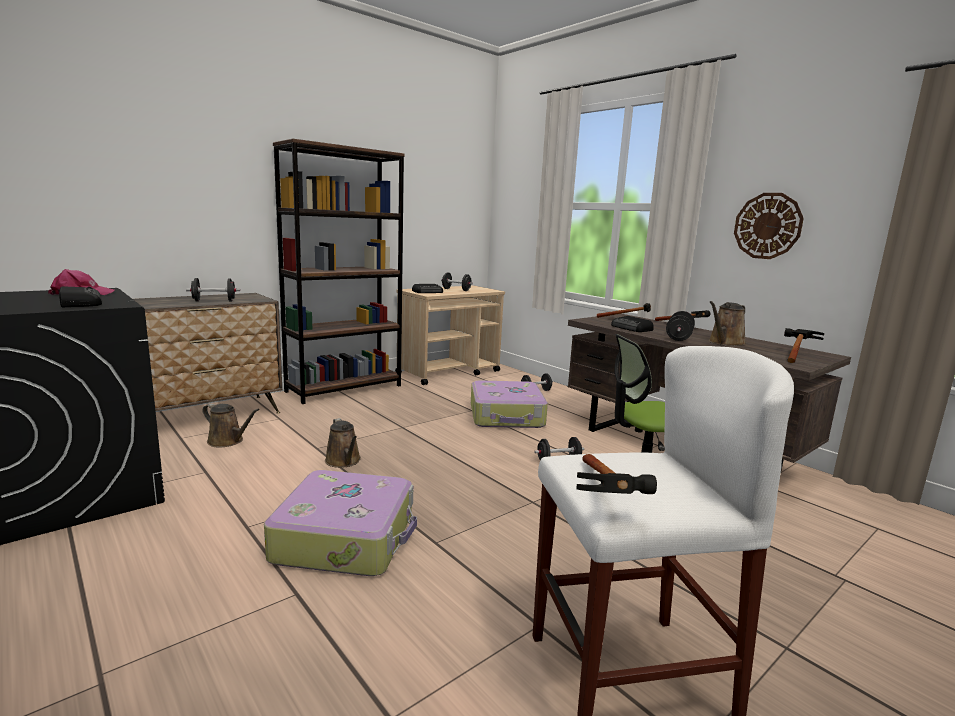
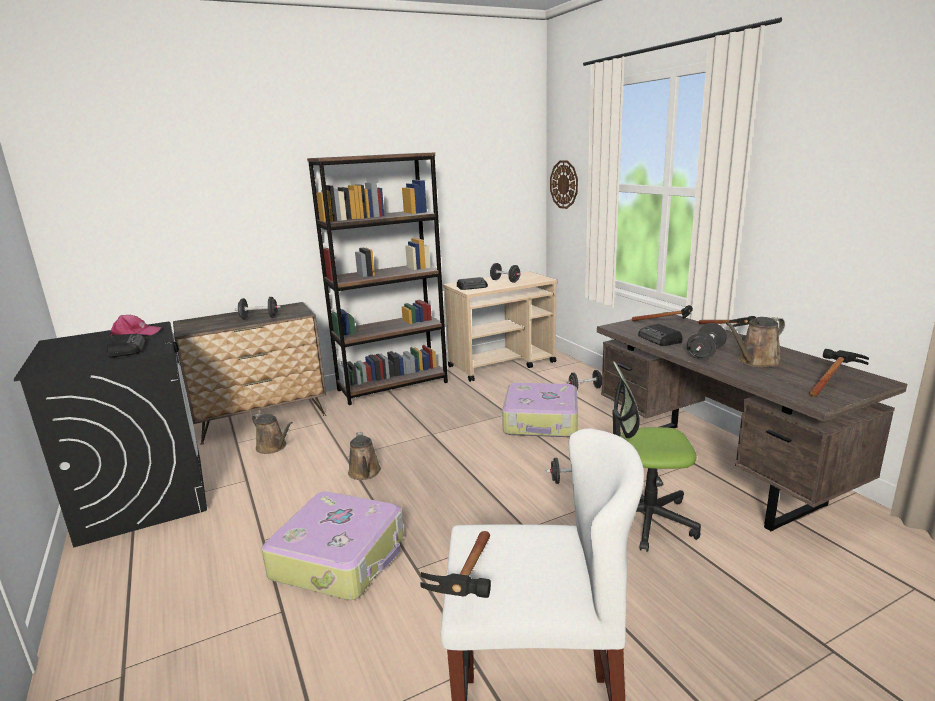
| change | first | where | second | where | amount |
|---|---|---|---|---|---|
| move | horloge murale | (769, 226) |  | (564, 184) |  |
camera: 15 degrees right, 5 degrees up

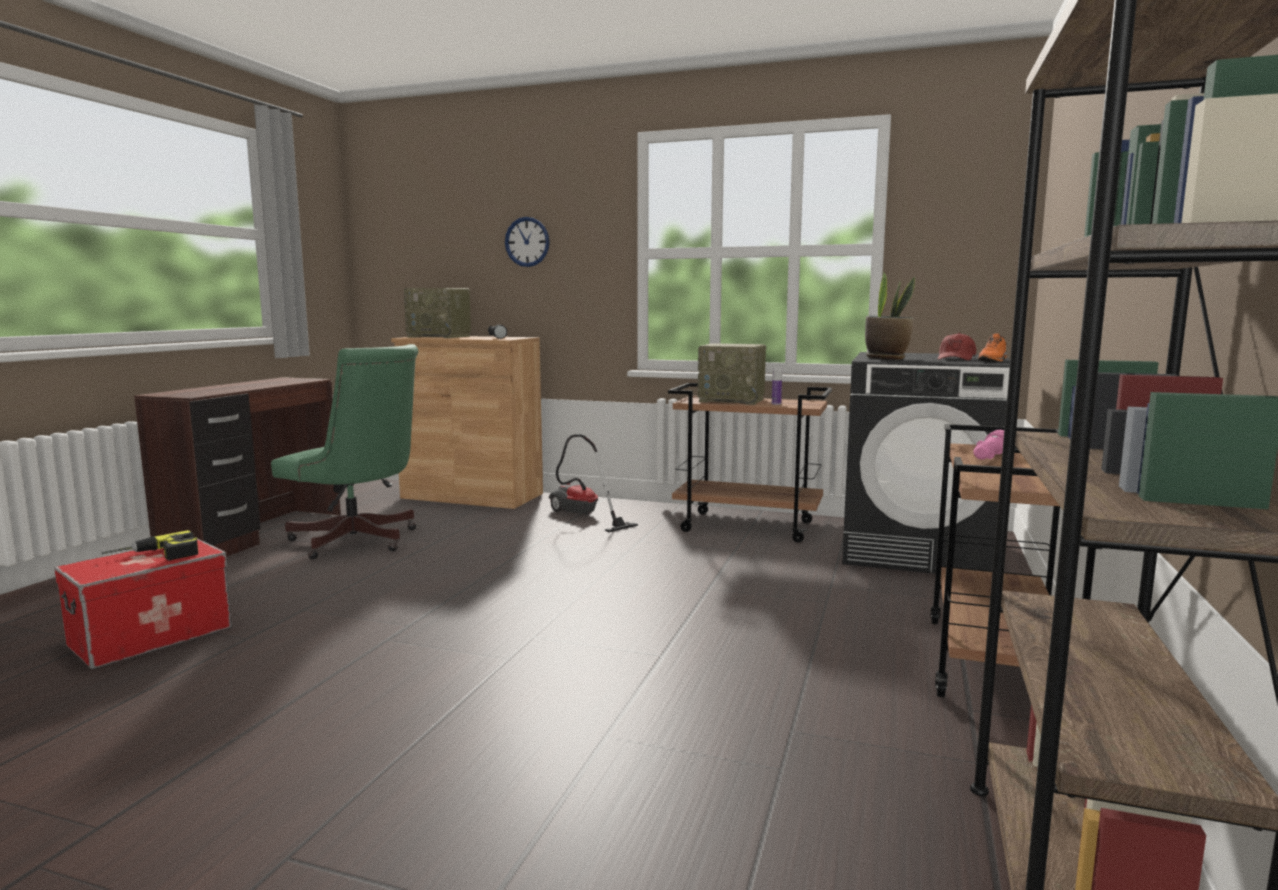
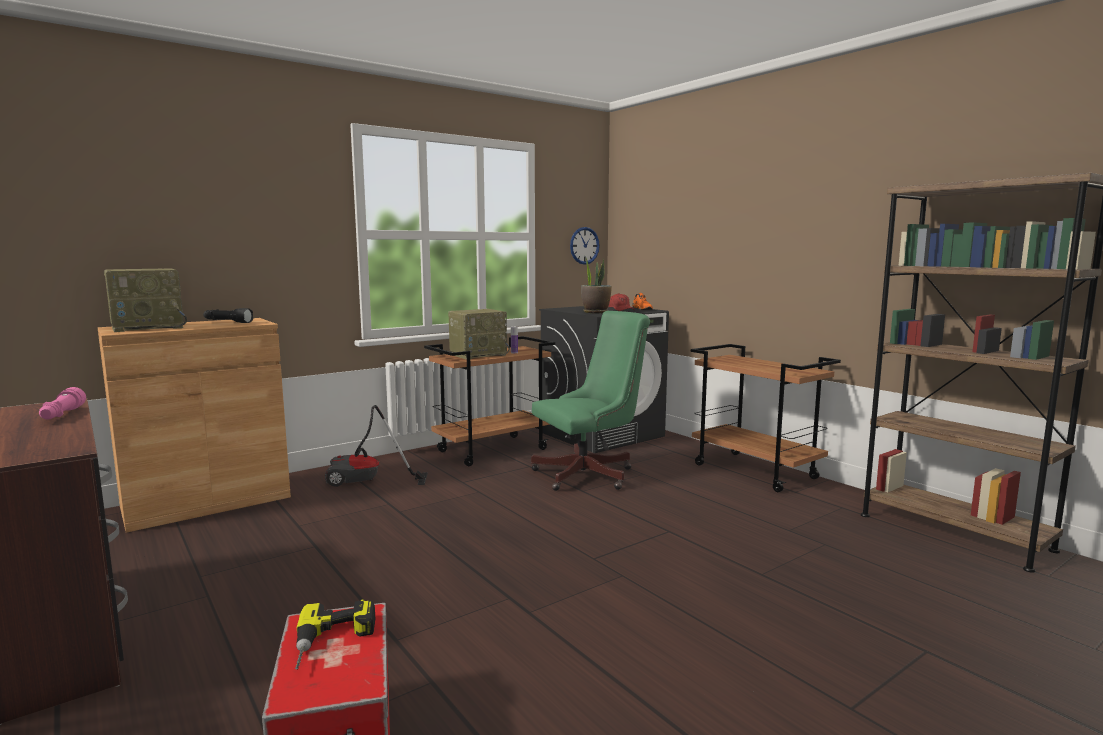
| change | first | where | second | where | amount |
|---|---|---|---|---|---|
| move | chaise de bureau/vert | (344, 451) |  | (590, 401) |  |
| move | horloge murale | (527, 242) |  | (585, 246) |  |
| move | lampe de poche/rose | (988, 445) |  | (62, 403) |  |
camera: 55 degrees left, 0 degrees up

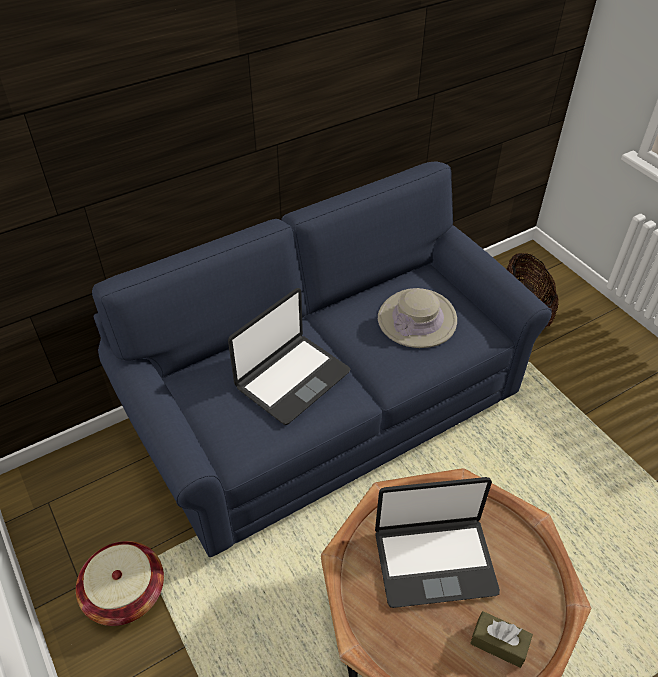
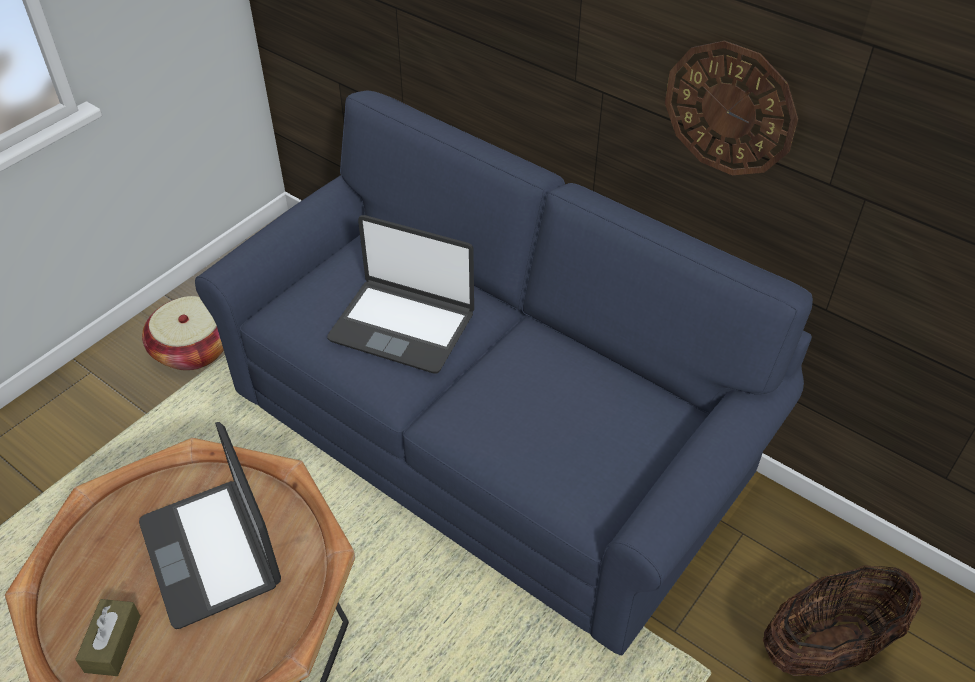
| change | first | where | second | where | amount |
|---|---|---|---|---|---|
| delete | chapeau/beige | (417, 318) |  |  |  |
| insert |  |  | horloge murale | (731, 108) |  |
camera: 70 degrees right, 0 degrees up

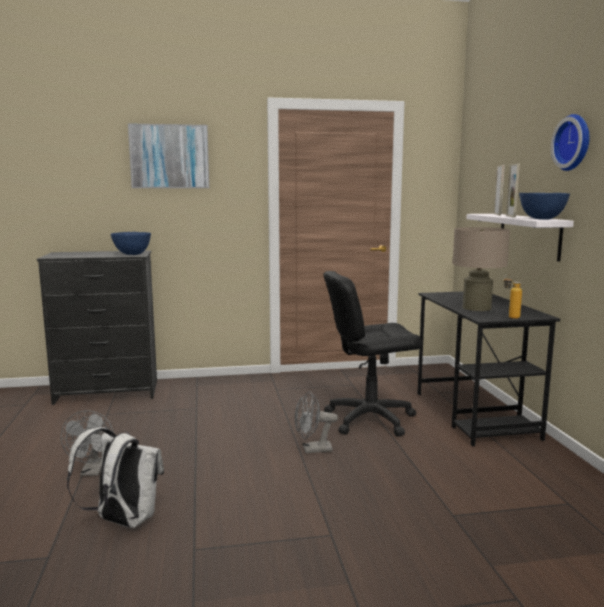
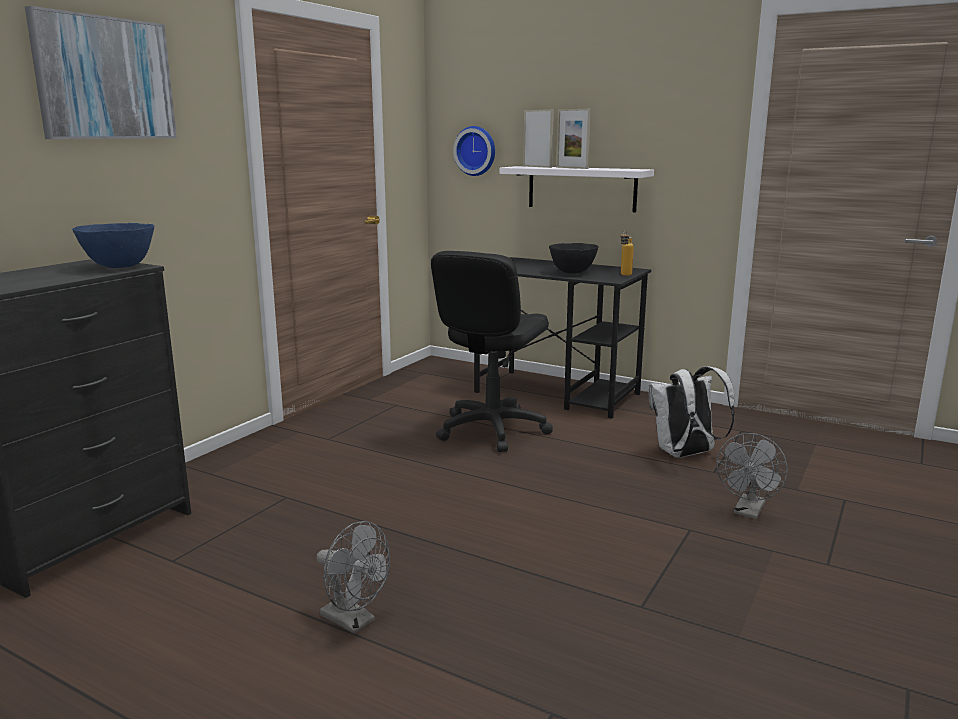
| change | first | where | second | where | amount |
|---|---|---|---|---|---|
| delete | bol/bleu | (544, 206) |  |  |  |
| move | sac à dos/blanc | (115, 477) |  | (691, 412) |  |
| move | ventilateur/gris | (316, 422) |  | (752, 476) |  |
| move | horloge murale | (570, 142) |  | (474, 151) |  |
| replace | lampe de table/beige | (481, 269) | bol/noir | (574, 258) |  |
camera: 50 degrees left, 5 degrees up

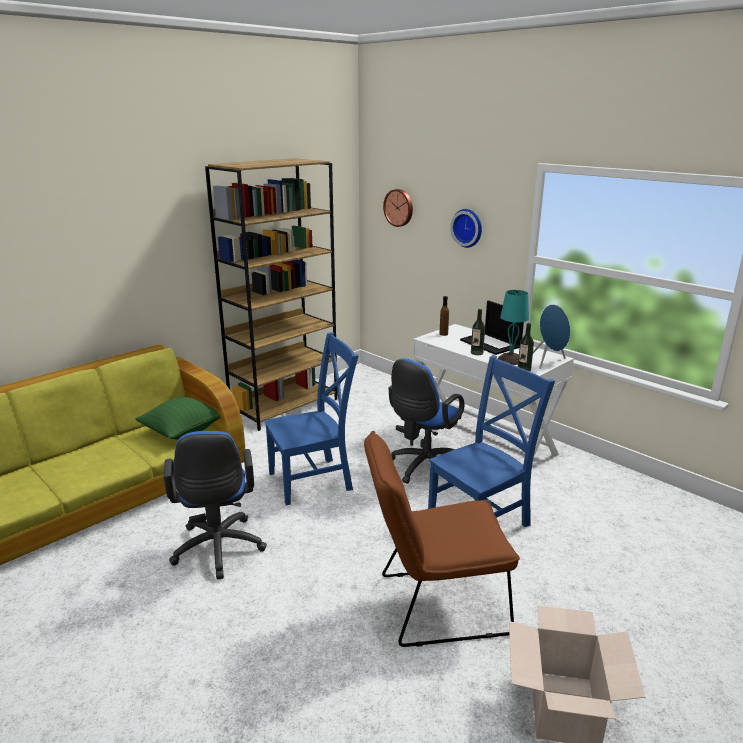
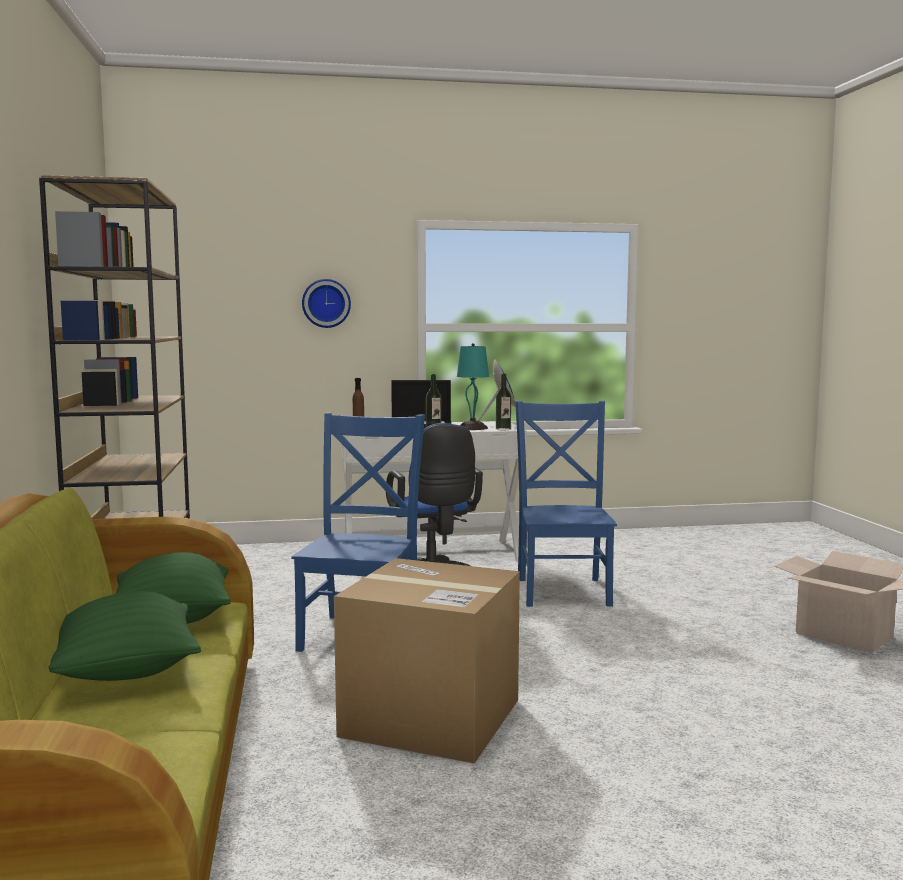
| change | first | where | second | where | amount |
|---|---|---|---|---|---|
| delete | chaise/marron | (442, 539) |  |  |  |
| delete | horloge murale | (398, 208) |  |  |  |
| insert |  |  | coussin/vert | (124, 636) |  |
| replace | chaise de bureau/bleu | (215, 505) | carton | (427, 661) |  |
camera: 55 degrees left, 15 degrees down

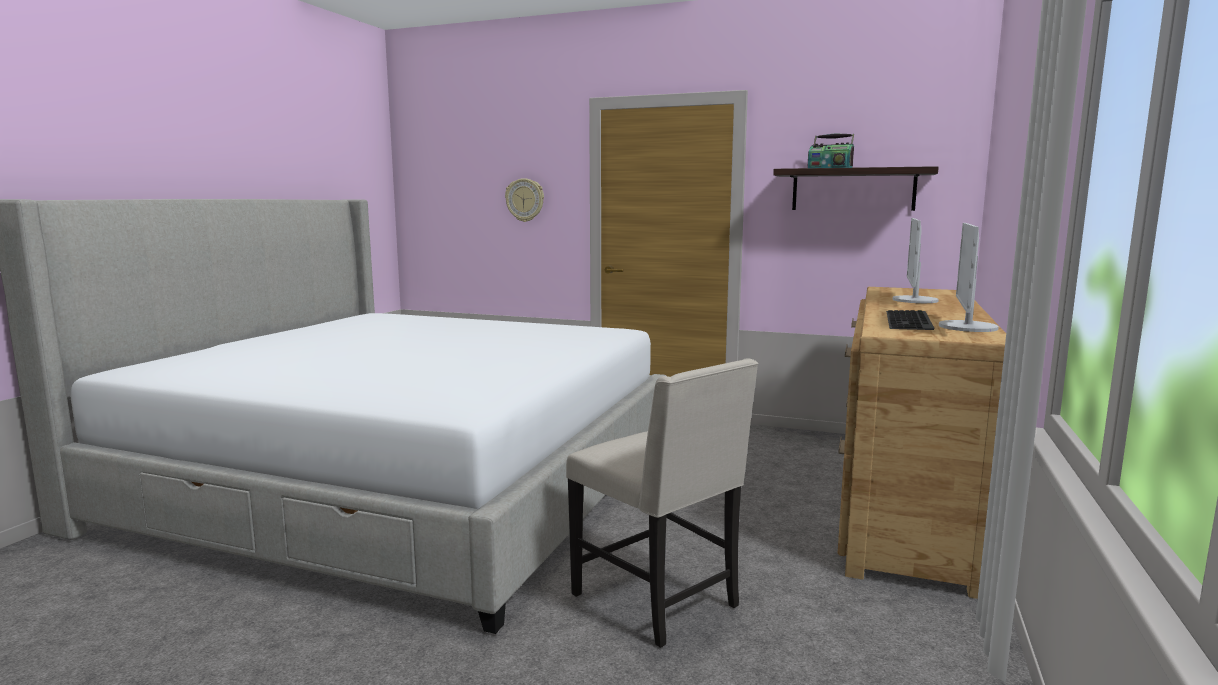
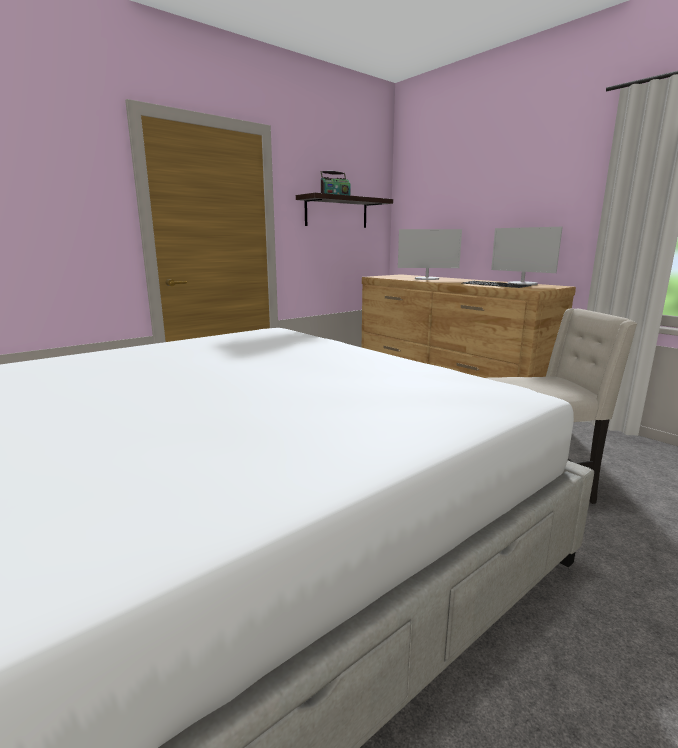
| change | first | where | second | where | amount |
|---|---|---|---|---|---|
| delete | horloge murale | (524, 200) |  |  |  |
| rotate | écran d'ordinateur | (915, 260) |  | (430, 254) | 45 degrees counterclockwise |
camera: 60 degrees left, 5 degrees up

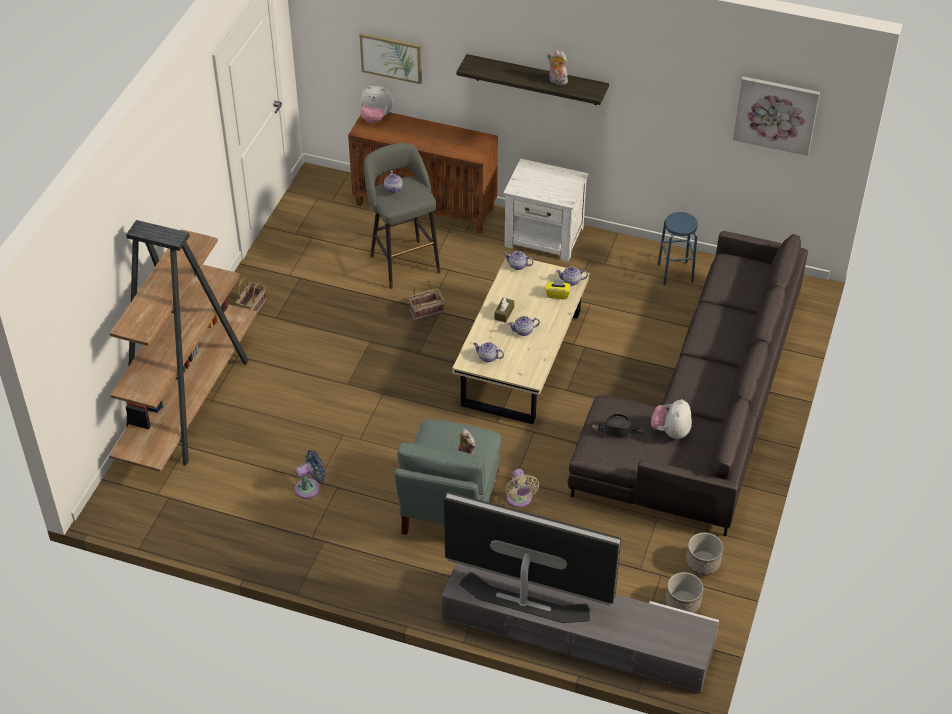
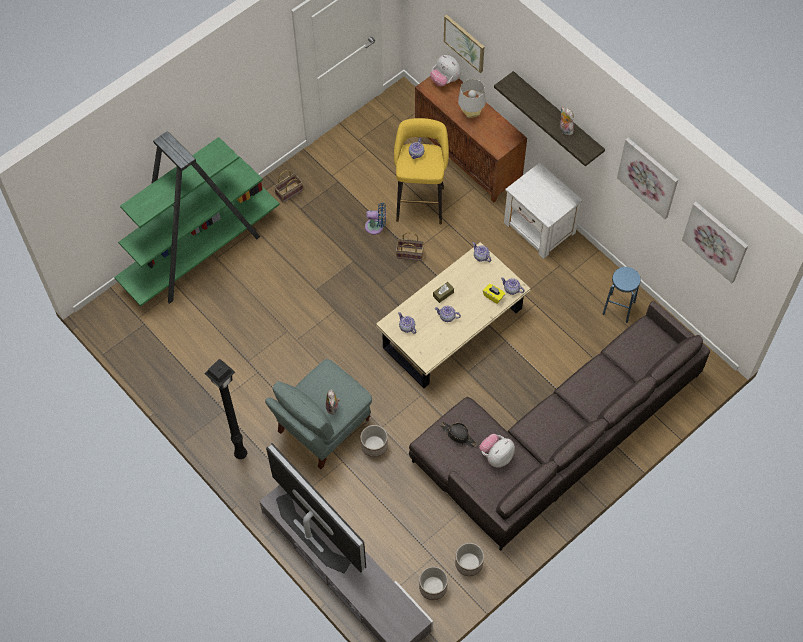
| change | first | where | second | where | amount |
|---|---|---|---|---|---|
| insert |  |  | lampadaire/noir | (225, 409) |  |
| insert |  |  | lampe de table/gris | (472, 98) |  |
| insert |  |  | tableau | (647, 178) |  |
| move | ventilateur/bleu | (310, 474) |  | (375, 219) |  |
| replace | ventilateur/beige | (522, 488) | cache-pot | (374, 441) |  |
| recolor | bibliothèque/marron | (183, 346) | bibliothèque/vert | (197, 218) |  |
| recolor | tabouret/gris | (402, 216) | tabouret/jaune | (421, 171) |  |
camera: 30 degrees right, 15 degrees up

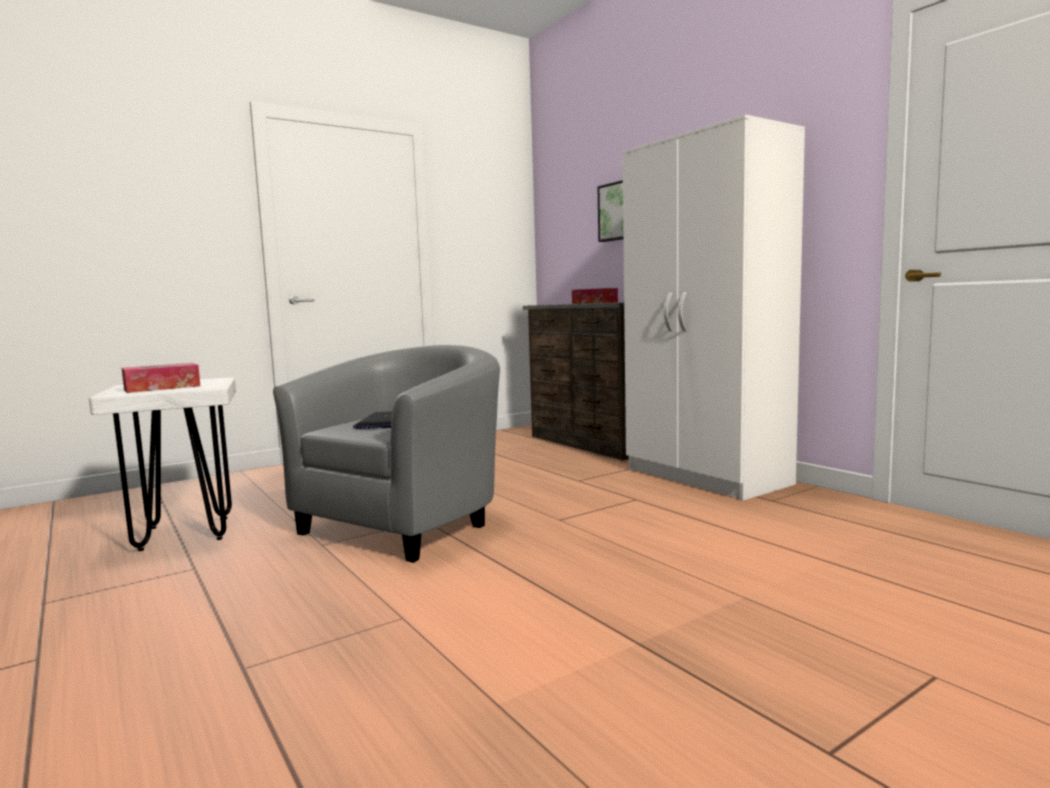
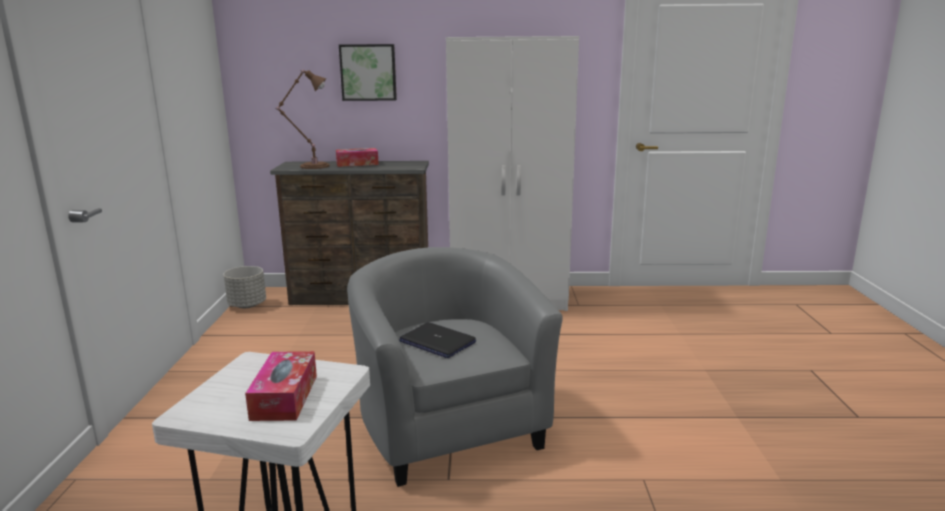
| change | first | where | second | where | amount |
|---|---|---|---|---|---|
| insert |  |  | cache-pot/gris | (244, 287) |  |
| insert |  |  | lampe de table/marron | (302, 119) |  |
camera: 55 degrees left, 10 degrees up

